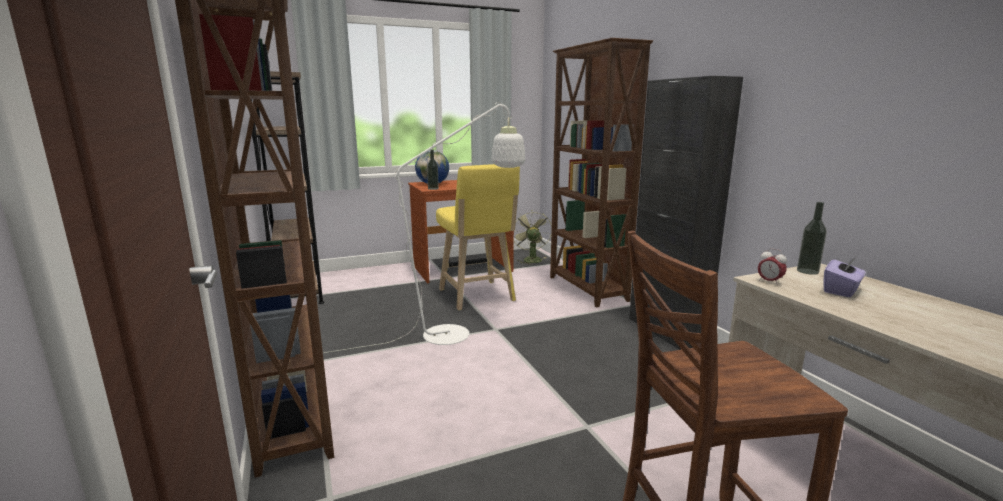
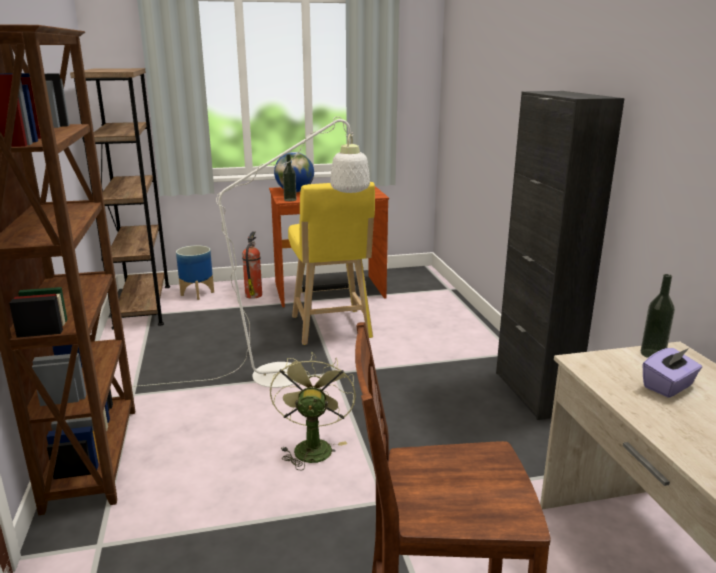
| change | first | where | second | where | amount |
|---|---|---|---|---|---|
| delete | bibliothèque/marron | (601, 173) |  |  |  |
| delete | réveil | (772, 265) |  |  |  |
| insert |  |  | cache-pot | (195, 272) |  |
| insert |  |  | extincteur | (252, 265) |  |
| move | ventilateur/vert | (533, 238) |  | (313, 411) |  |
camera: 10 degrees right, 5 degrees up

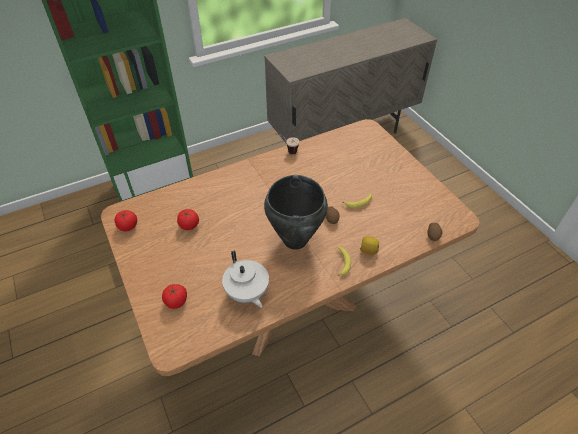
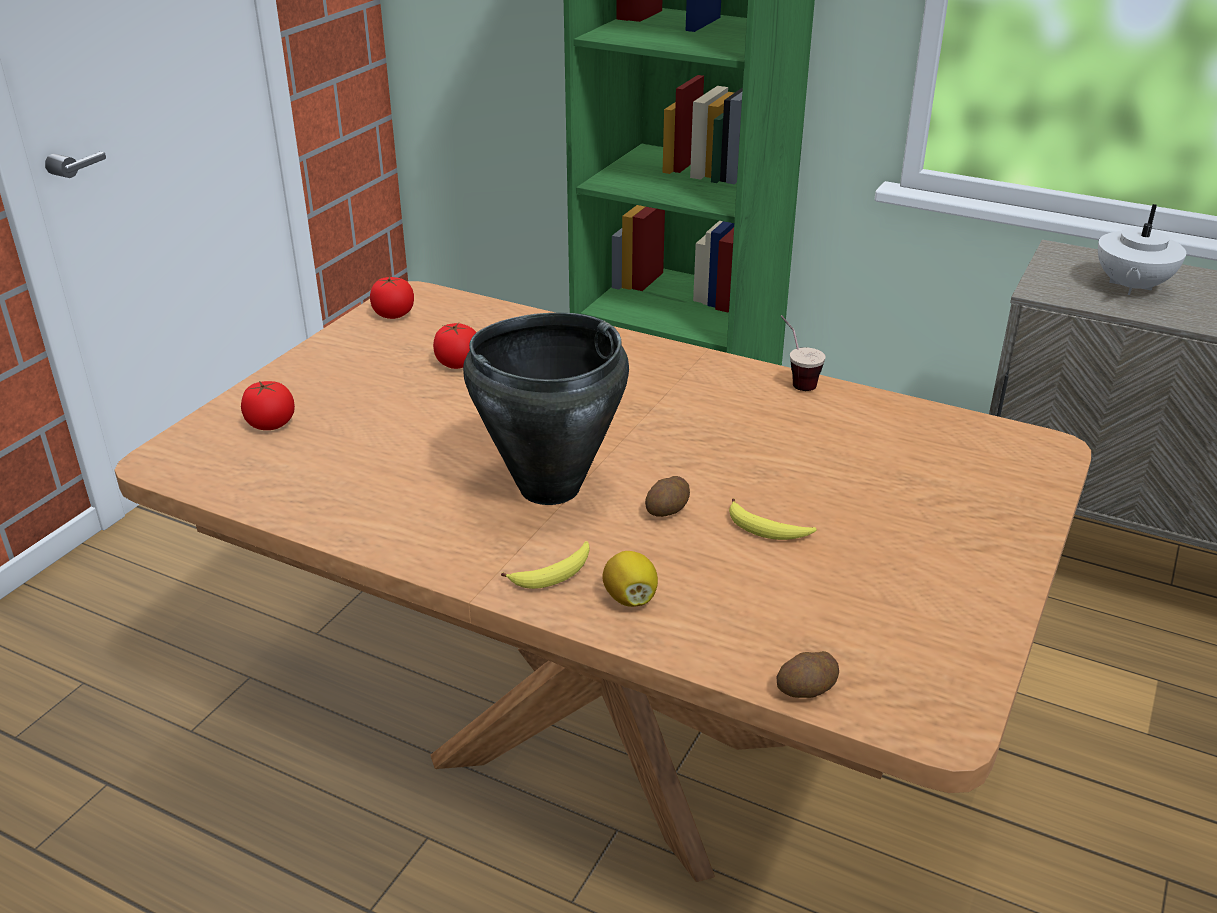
| change | first | where | second | where | amount |
|---|---|---|---|---|---|
| move | théière/blanc | (245, 279) |  | (1142, 249) |  |
camera: 55 degrees right, 15 degrees down

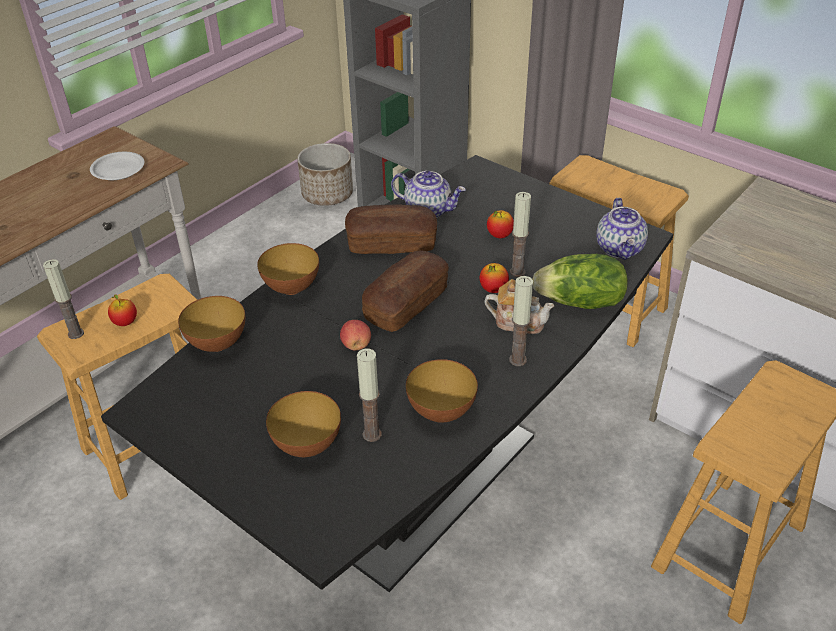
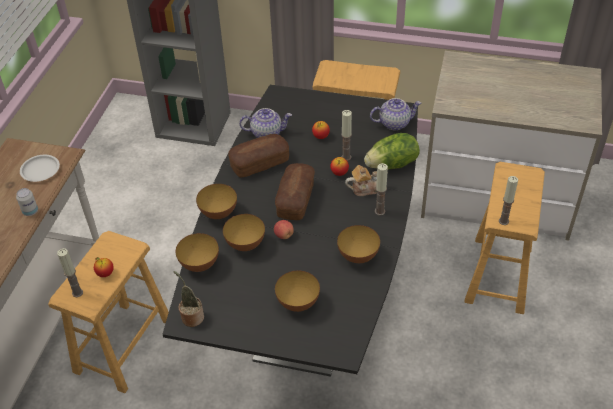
| change | first | where | second | where | amount |
|---|---|---|---|---|---|
| delete | cache-pot | (325, 174) |  |  |  |
| insert |  |  | boîte métallique | (27, 202) |  |
| insert |  |  | plante en pot | (189, 299) |  |
| insert |  |  | bol | (244, 232) |  |
| move | bougie | (369, 395) |  | (508, 200) |  |
| rotate | théière | (622, 229) |  | (395, 114) | 75 degrees counterclockwise |
camera: 25 degrees left, 5 degrees up

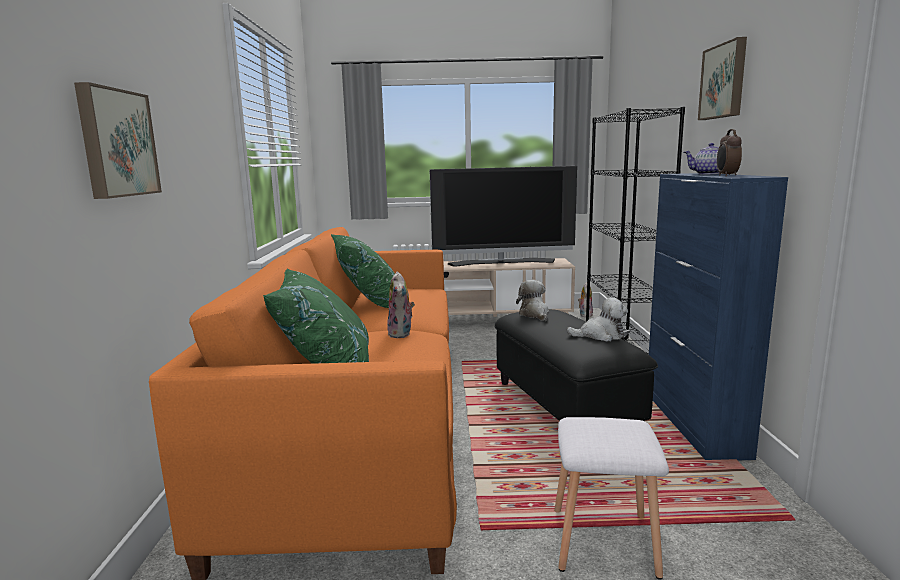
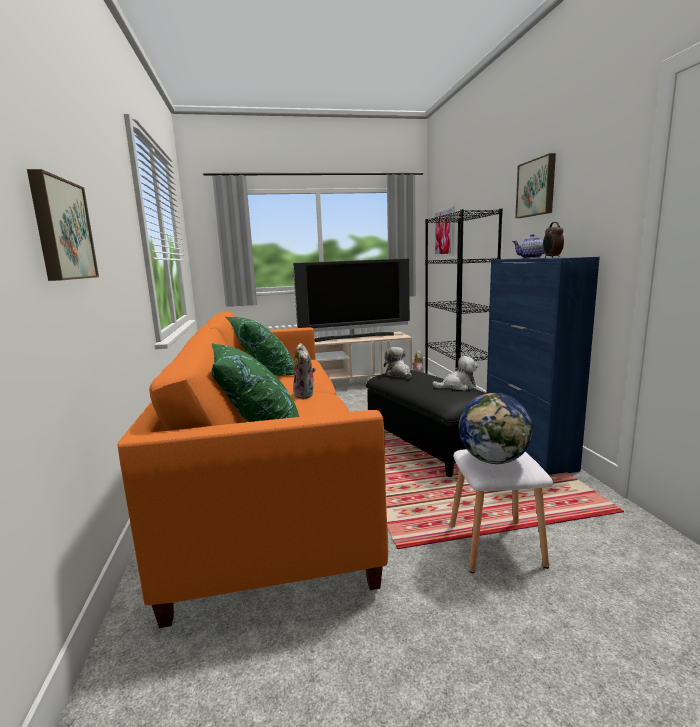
| change | first | where | second | where | amount |
|---|---|---|---|---|---|
| insert |  |  | tableau | (444, 231) |  |
| insert |  |  | globe | (496, 428) |  |
camera: 10 degrees left, 0 degrees up

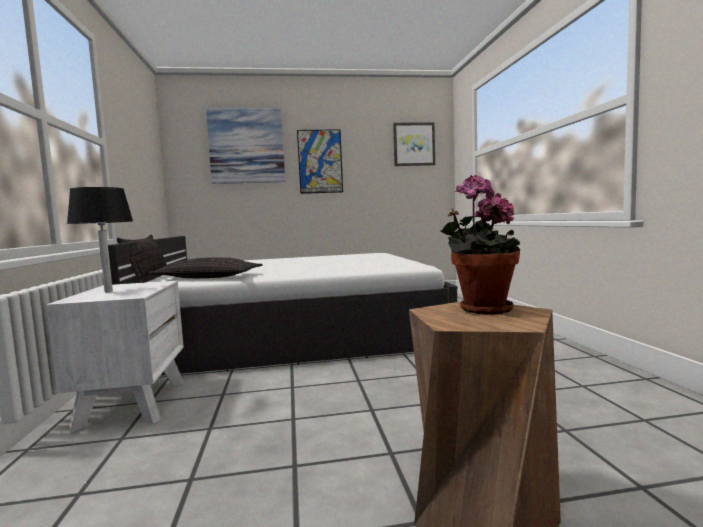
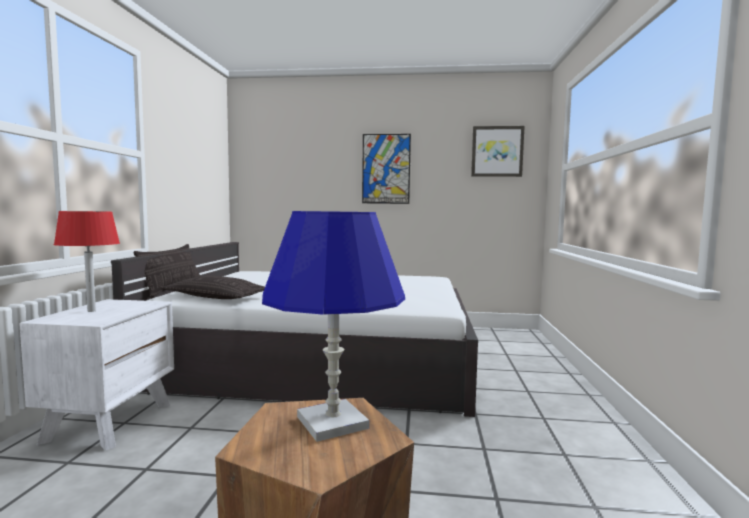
| change | first | where | second | where | amount |
|---|---|---|---|---|---|
| delete | tableau | (245, 146) |  |  |  |
| replace | plante en pot | (480, 245) | lampe de table/bleu | (333, 326) |  |
| recolor | lampe de table/noir | (100, 239) | lampe de table/rouge | (87, 261) |  |
camera: 15 degrees right, 0 degrees up

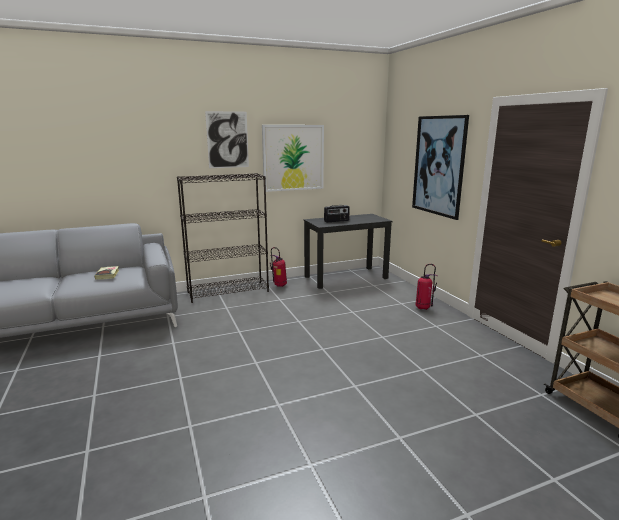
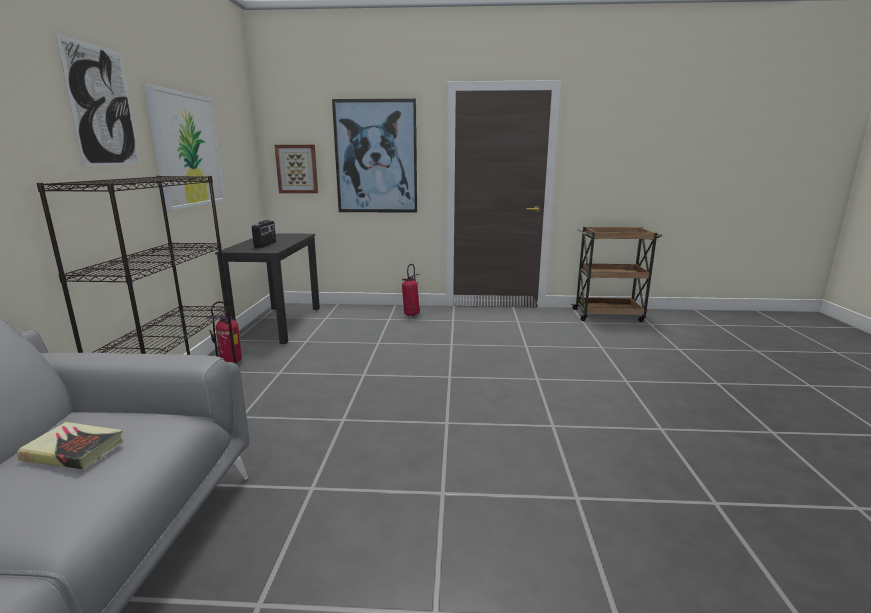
| change | first | where | second | where | amount |
|---|---|---|---|---|---|
| insert |  |  | tableau | (296, 169) |  |
camera: 65 degrees left, 0 degrees up

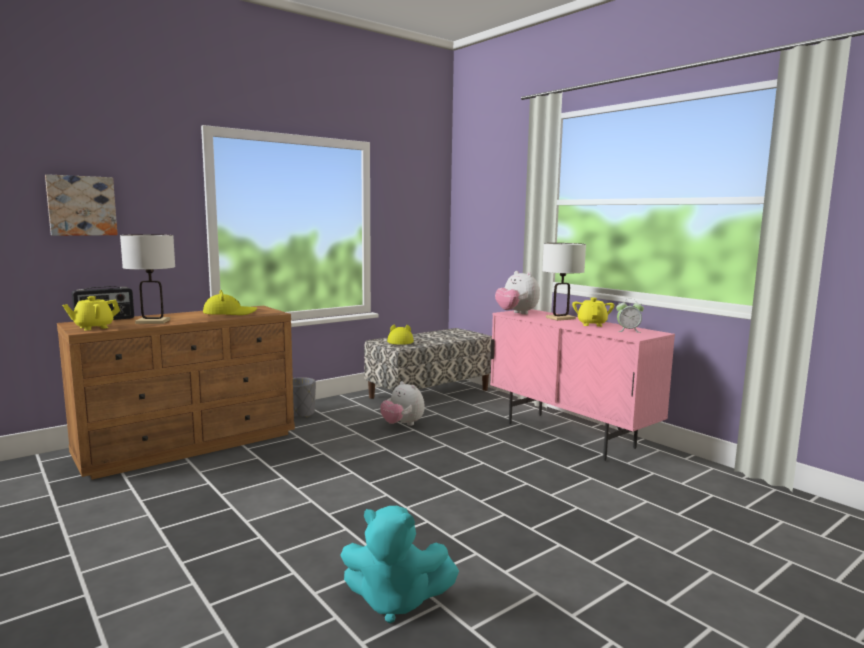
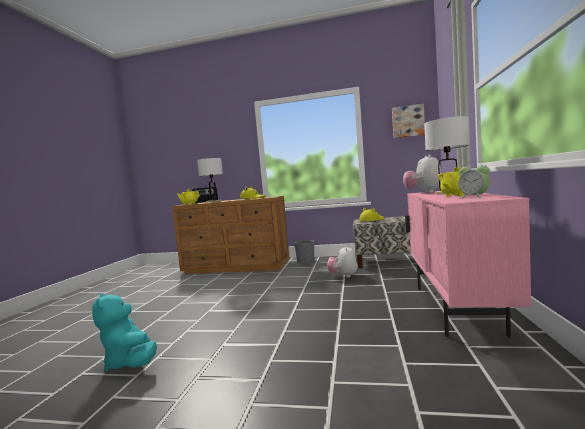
| change | first | where | second | where | amount |
|---|---|---|---|---|---|
| move | tableau | (81, 205) |  | (408, 121) |  |
camera: 50 degrees right, 5 degrees down

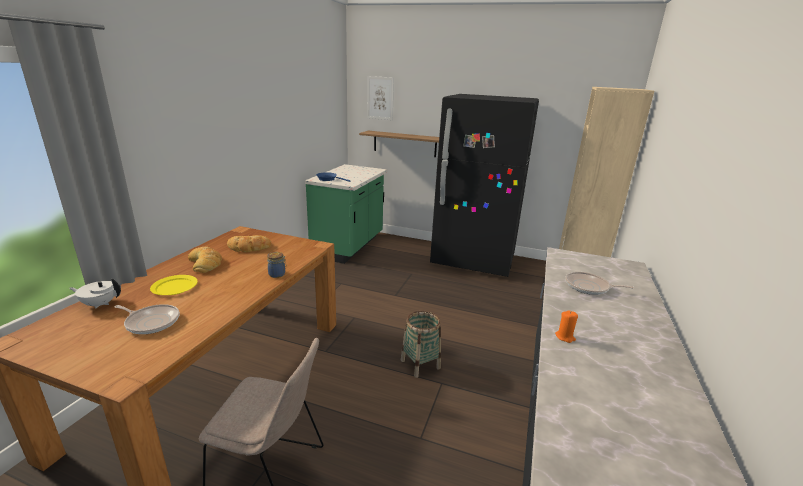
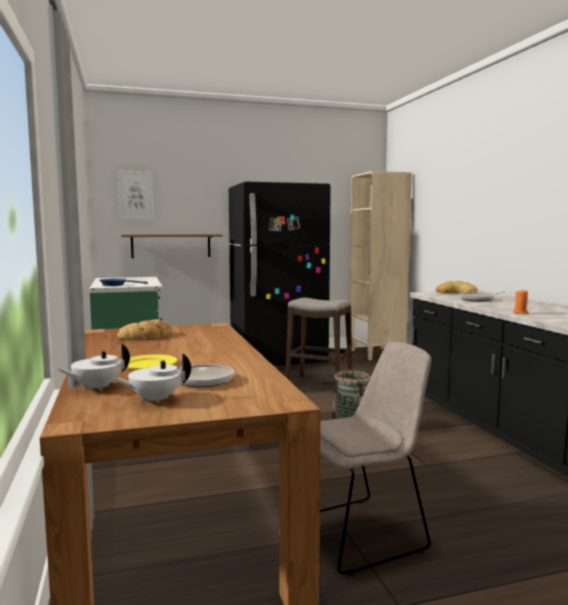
| change | first | where | second | where | amount |
|---|---|---|---|---|---|
| delete | bocal | (277, 265) |  |  |  |
| insert |  |  | théière/blanc | (152, 378) |  |
| insert |  |  | tabouret | (318, 339) |  |
| move | pain | (205, 260) |  | (457, 287) |  |
camera: 35 degrees left, 15 degrees down

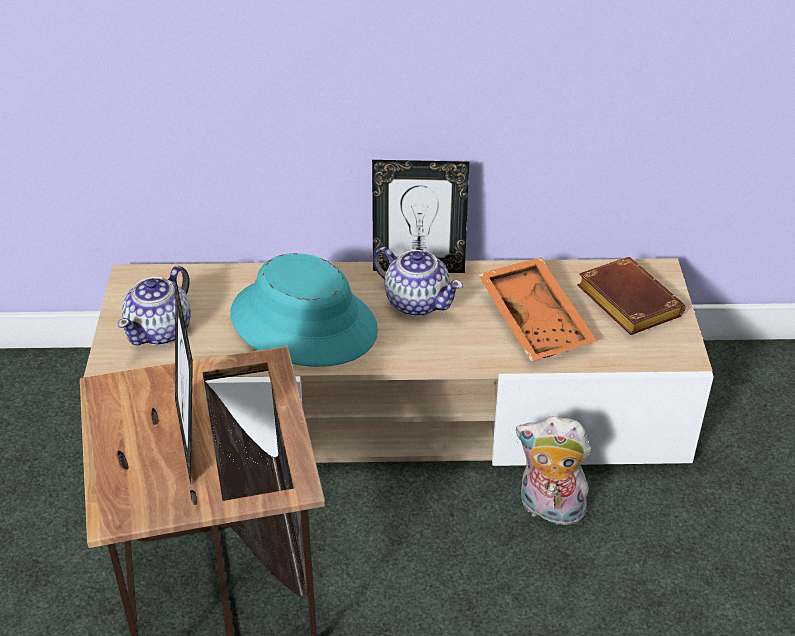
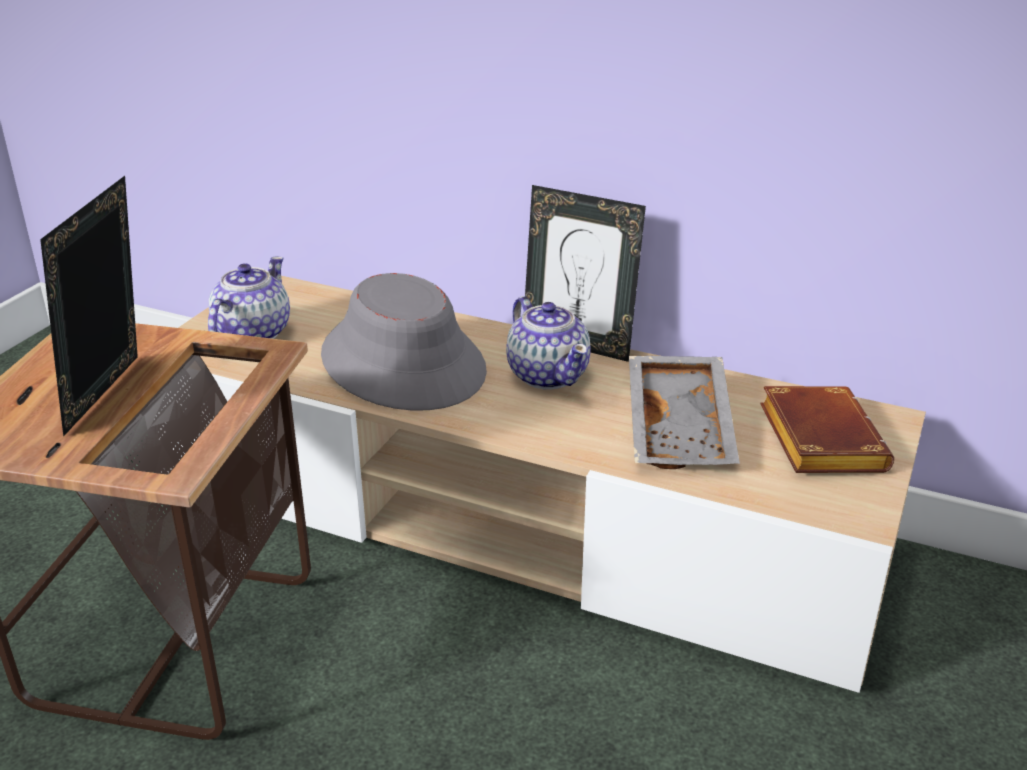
| change | first | where | second | where | amount |
|---|---|---|---|---|---|
| delete | peluche | (554, 470) |  |  |  |
| recolor | chapeau/turquoise | (304, 310) | chapeau/gris | (404, 342) |  |
| recolor | plateau/orange | (537, 309) | plateau/gris | (684, 412) |  |
| rotate | théière | (154, 305) |  | (249, 297) | 150 degrees clockwise |
camera: 25 degrees right, 10 degrees down

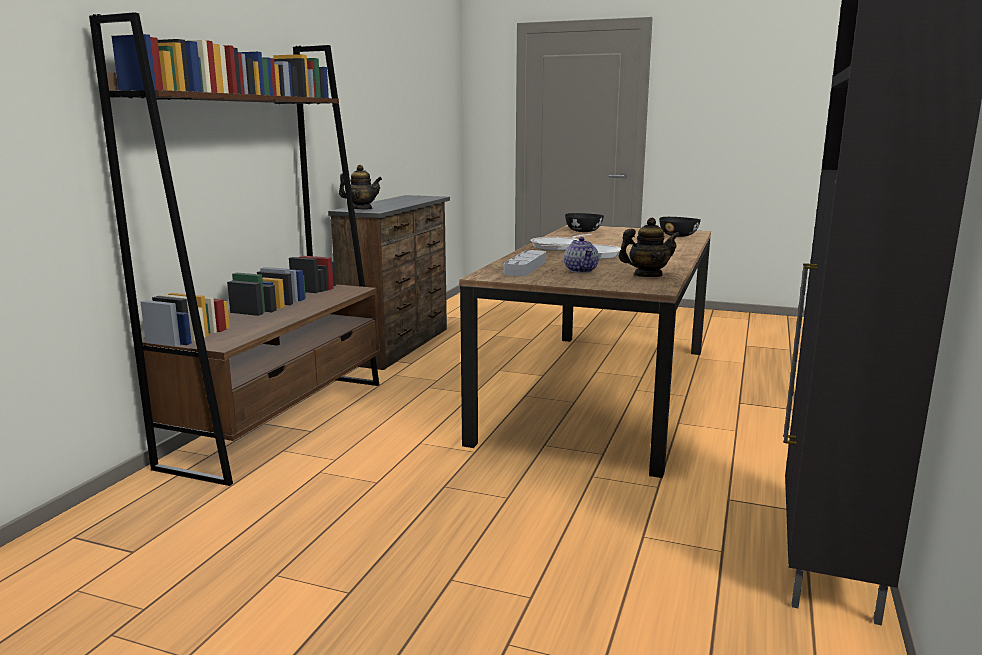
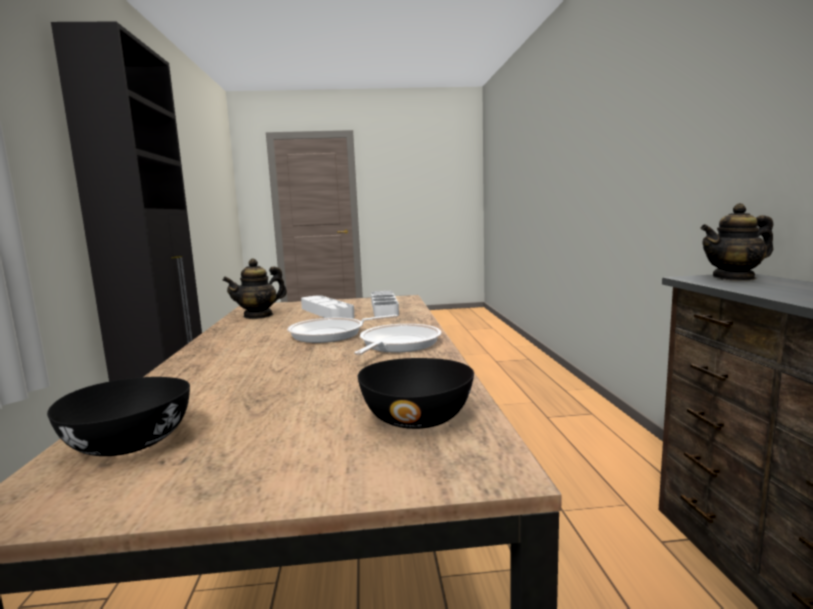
| change | first | where | second | where | amount |
|---|---|---|---|---|---|
| delete | bibliothèque/marron | (234, 249) |  |  |  |
| replace | théière | (581, 255) | plateau/blanc | (328, 307) |  |
camera: 155 degrees right, 5 degrees down

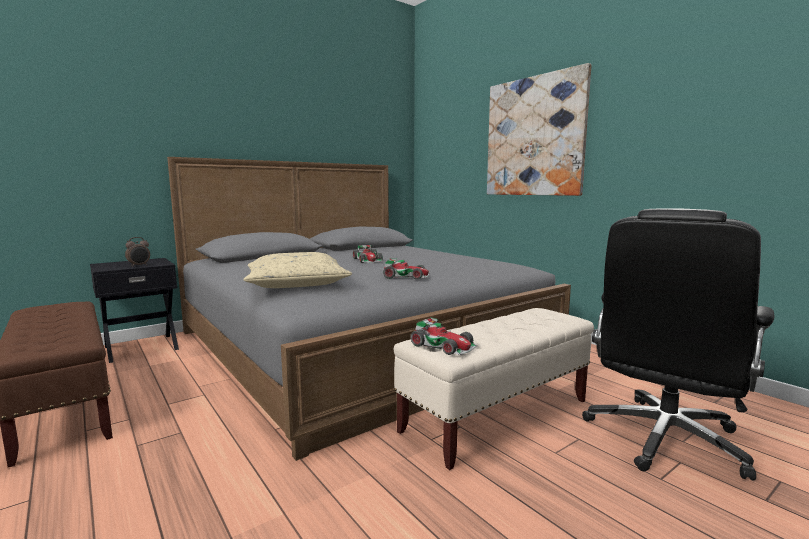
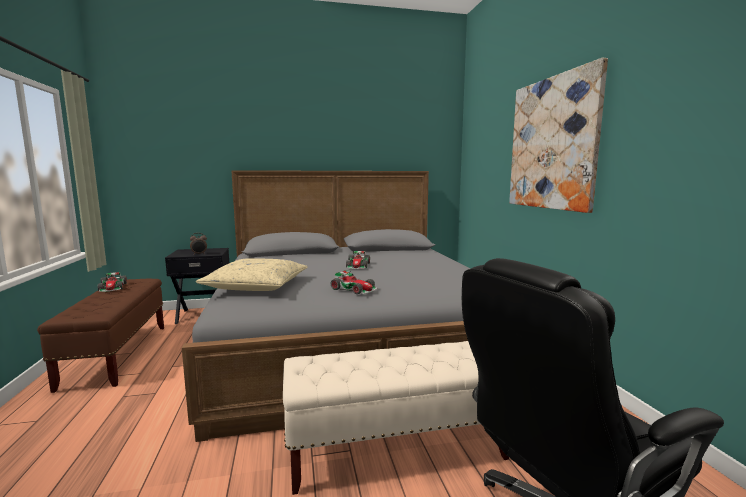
| change | first | where | second | where | amount |
|---|---|---|---|---|---|
| move | petite voiture | (444, 336) |  | (112, 282) |  |
camera: 25 degrees right, 0 degrees up

